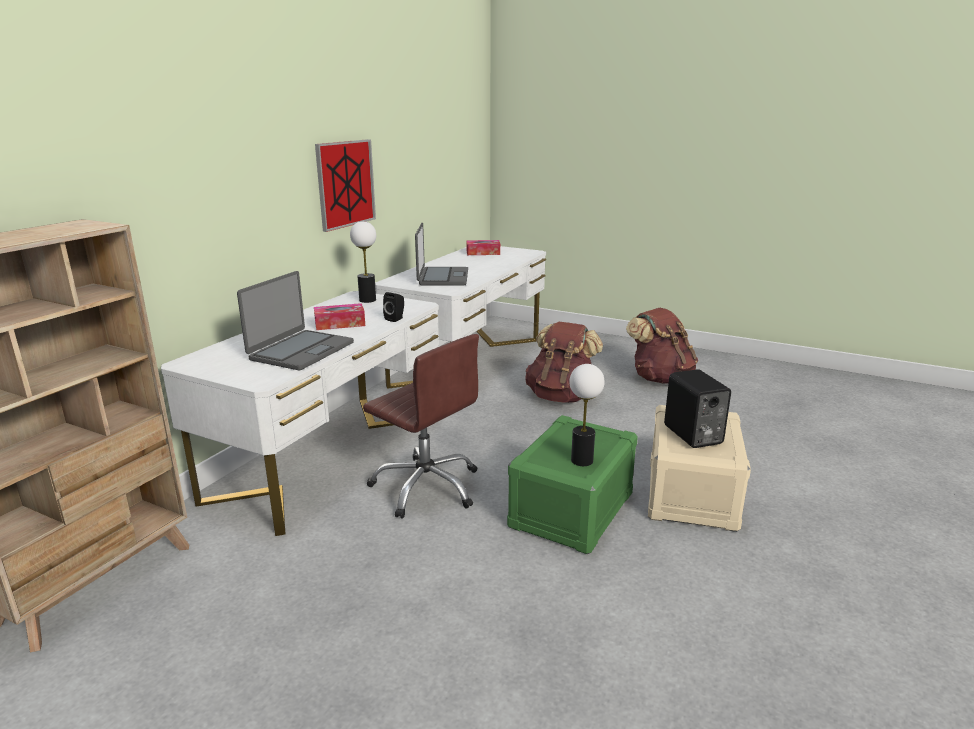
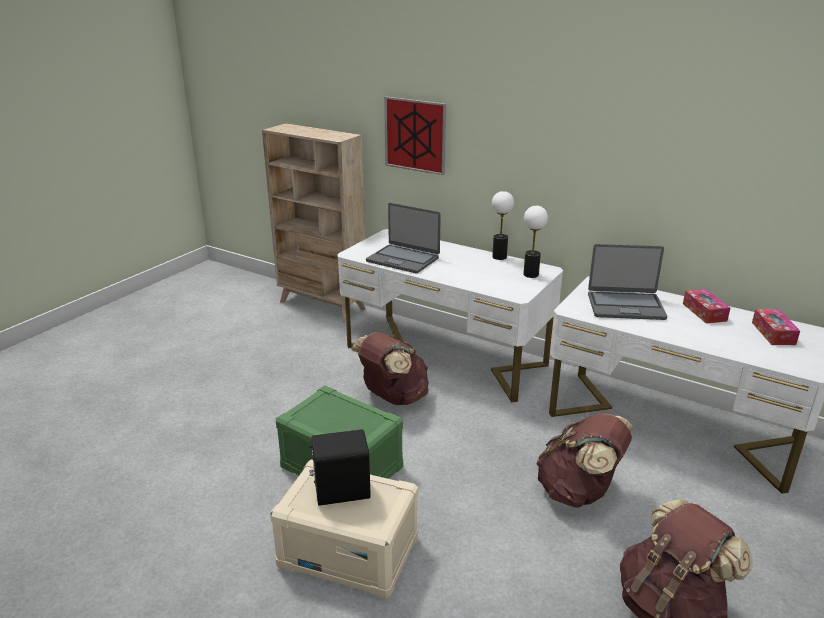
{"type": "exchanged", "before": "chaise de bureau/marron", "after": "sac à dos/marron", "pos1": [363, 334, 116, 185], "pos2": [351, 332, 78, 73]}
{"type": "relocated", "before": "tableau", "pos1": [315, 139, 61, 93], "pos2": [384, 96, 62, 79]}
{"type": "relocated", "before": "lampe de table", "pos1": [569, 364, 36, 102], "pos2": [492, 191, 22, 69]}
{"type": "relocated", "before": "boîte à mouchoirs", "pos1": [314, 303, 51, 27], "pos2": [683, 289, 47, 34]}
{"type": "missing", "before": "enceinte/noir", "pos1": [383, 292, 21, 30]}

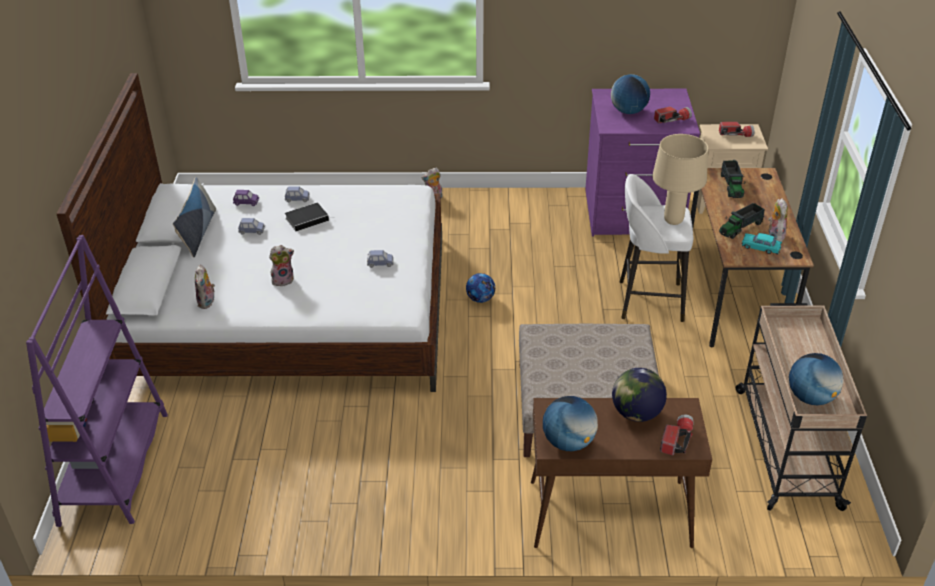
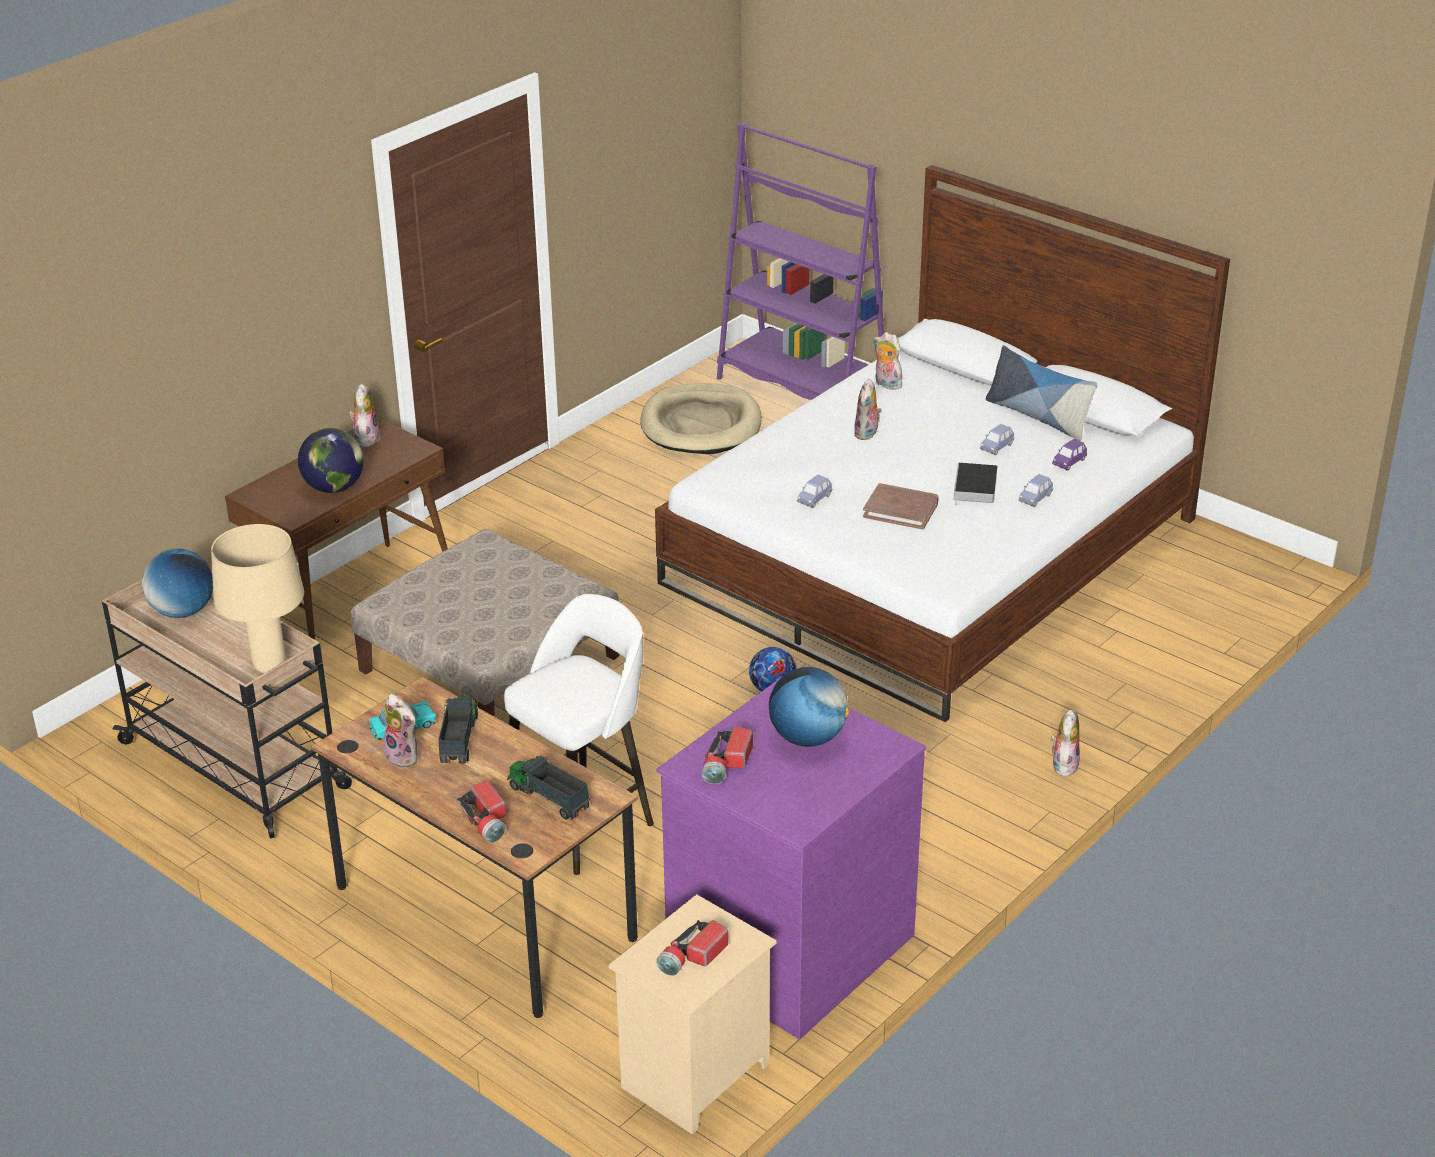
{"type": "relocated", "before": "lampe de table/beige", "pos1": [652, 134, 56, 91], "pos2": [211, 524, 93, 149]}
{"type": "exchanged", "before": "globe", "after": "peluche", "pos1": [543, 396, 55, 55], "pos2": [349, 383, 31, 64]}
{"type": "relocated", "before": "lampe de poche", "pos1": [660, 415, 34, 40], "pos2": [457, 781, 49, 62]}
{"type": "appeared", "after": "panier pour chien/beige", "pos2": [640, 383, 122, 71]}
{"type": "appeared", "after": "livre/marron", "pos2": [863, 483, 76, 46]}

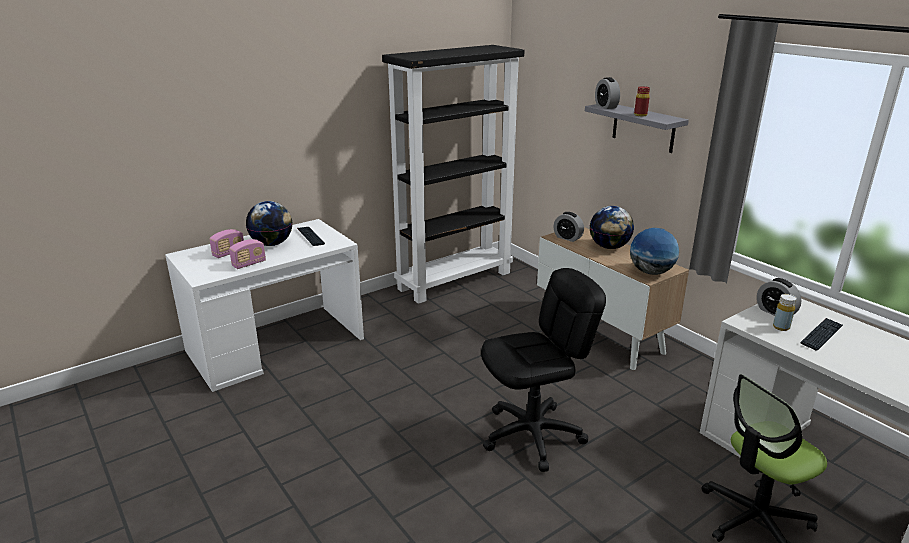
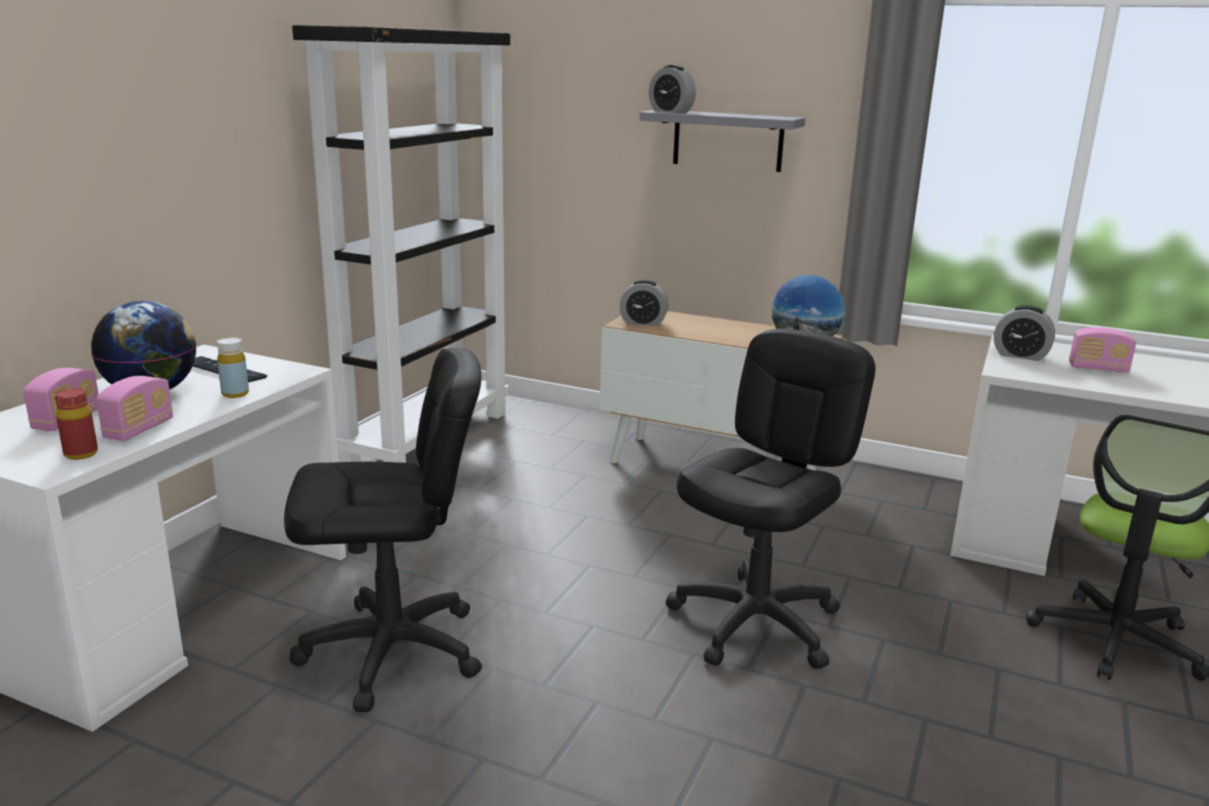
{"type": "relocated", "before": "bouteille/rouge", "pos1": [634, 86, 16, 30], "pos2": [54, 388, 44, 72]}
{"type": "relocated", "before": "bouteille/jaune", "pos1": [773, 294, 24, 37], "pos2": [217, 337, 32, 61]}
{"type": "appeared", "after": "chaise de bureau/noir", "pos2": [284, 348, 198, 364]}
{"type": "exchanged", "before": "clavier", "after": "radio", "pos1": [800, 318, 43, 33], "pos2": [1069, 327, 67, 46]}
{"type": "missing", "before": "globe", "pos1": [590, 206, 44, 43]}

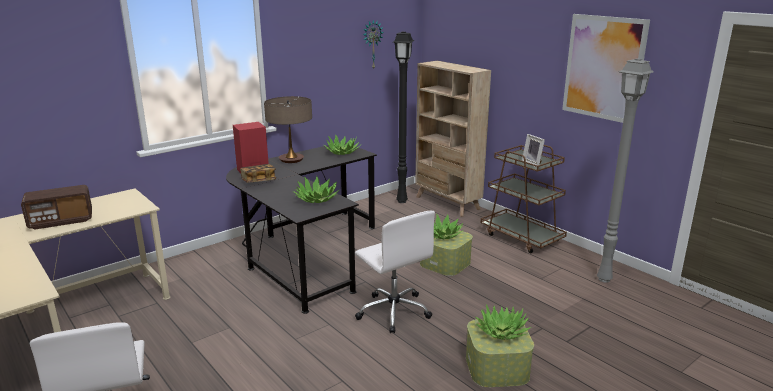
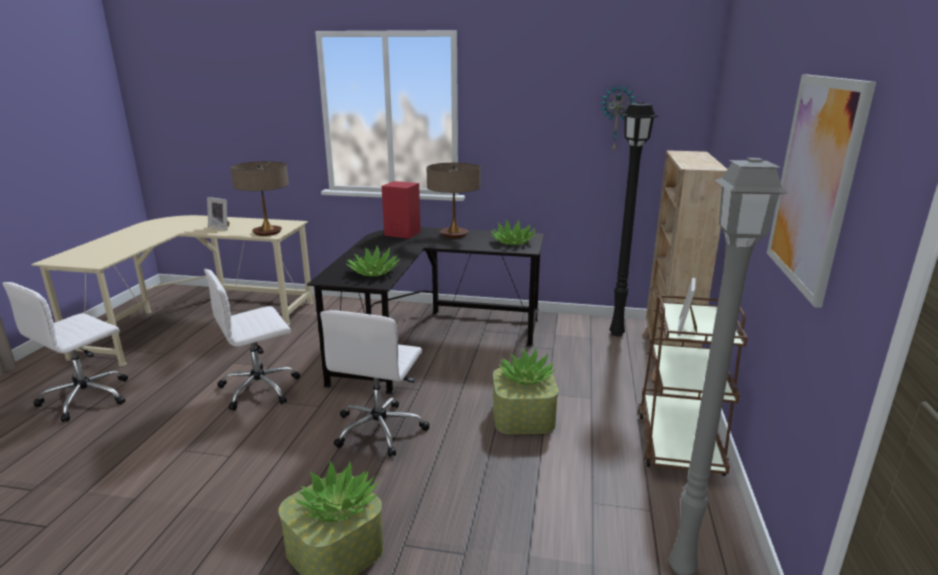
{"type": "appeared", "after": "chaise de bureau/blanc", "pos2": [204, 269, 96, 142]}
{"type": "exchanged", "before": "radio", "after": "cadre photo", "pos1": [21, 185, 71, 45], "pos2": [207, 197, 23, 33]}
{"type": "appeared", "after": "lampe de table", "pos2": [230, 161, 59, 75]}
{"type": "missing", "before": "livre", "pos1": [240, 164, 36, 19]}

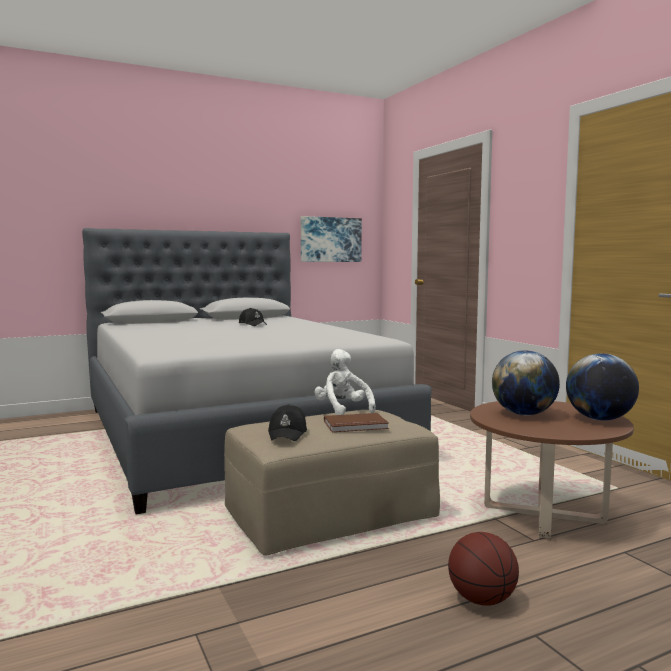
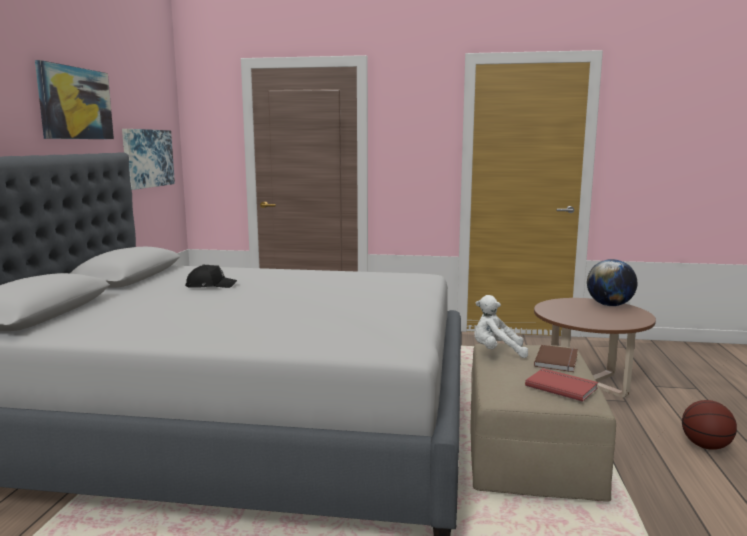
{"type": "appeared", "after": "tableau", "pos2": [35, 60, 79, 79]}
{"type": "exchanged", "before": "casquette/noir", "after": "livre/rouge", "pos1": [268, 404, 39, 37], "pos2": [525, 368, 73, 34]}
{"type": "missing", "before": "globe", "pos1": [492, 351, 68, 65]}

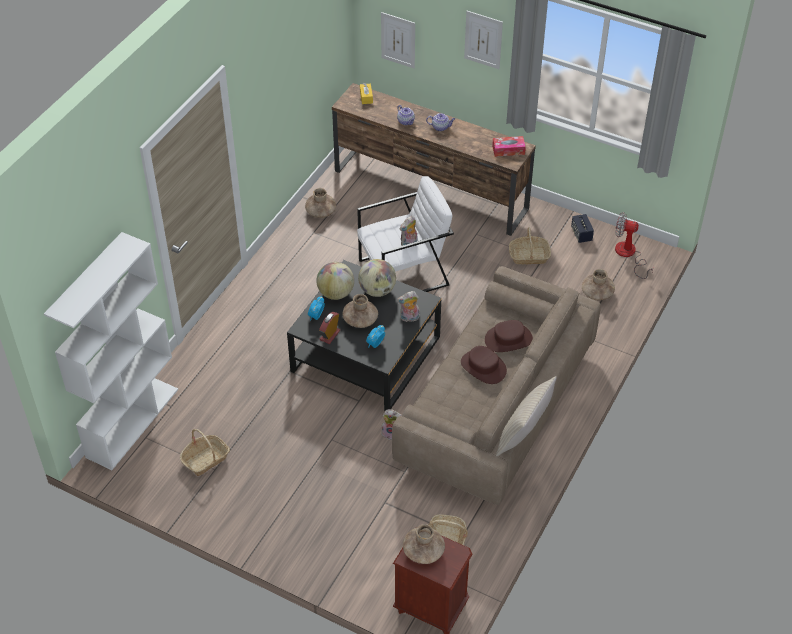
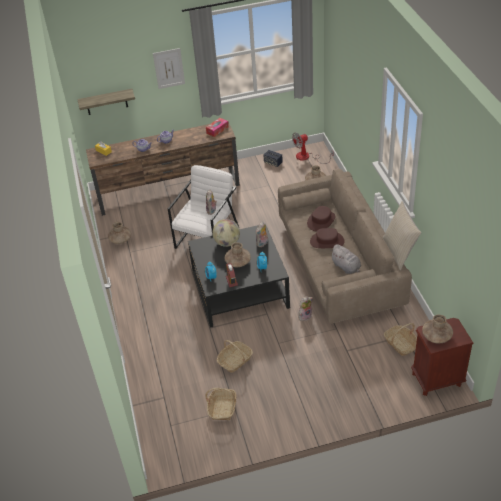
{"type": "exchanged", "before": "tableau", "after": "étagère", "pos1": [381, 12, 34, 56], "pos2": [77, 89, 58, 26]}
{"type": "relocated", "before": "panier", "pos1": [509, 227, 42, 37], "pos2": [217, 340, 36, 32]}
{"type": "appeared", "after": "peluche/gris", "pos2": [331, 244, 30, 30]}
{"type": "missing", "before": "bibliothèque/blanc", "pos1": [44, 232, 134, 238]}
{"type": "missing", "before": "globe", "pos1": [316, 262, 38, 38]}

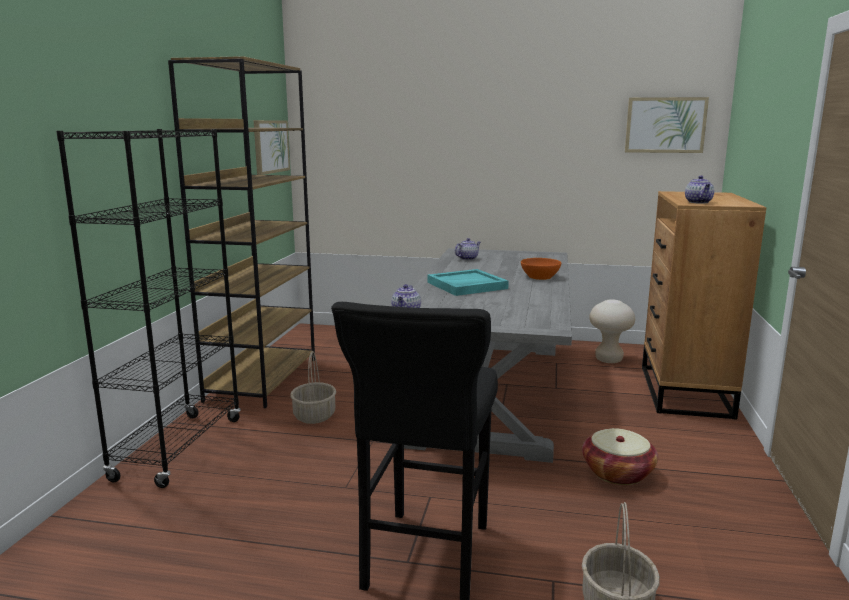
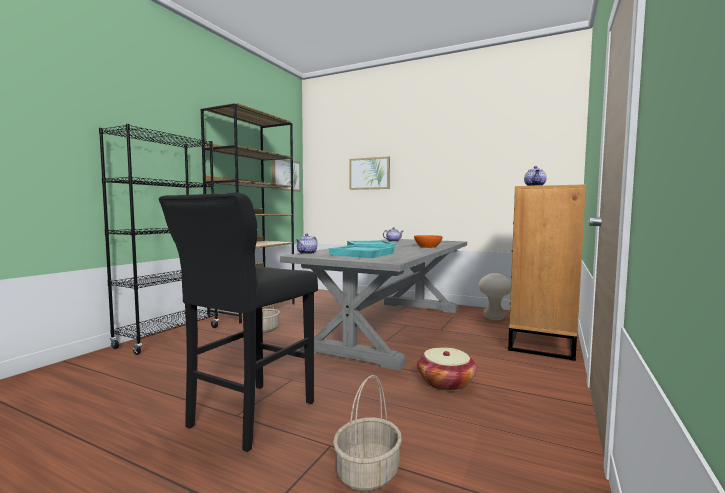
{"type": "appeared", "after": "plateau/turquoise", "pos2": [329, 245, 65, 13]}
{"type": "relocated", "before": "tableau", "pos1": [625, 97, 84, 56], "pos2": [350, 156, 40, 34]}

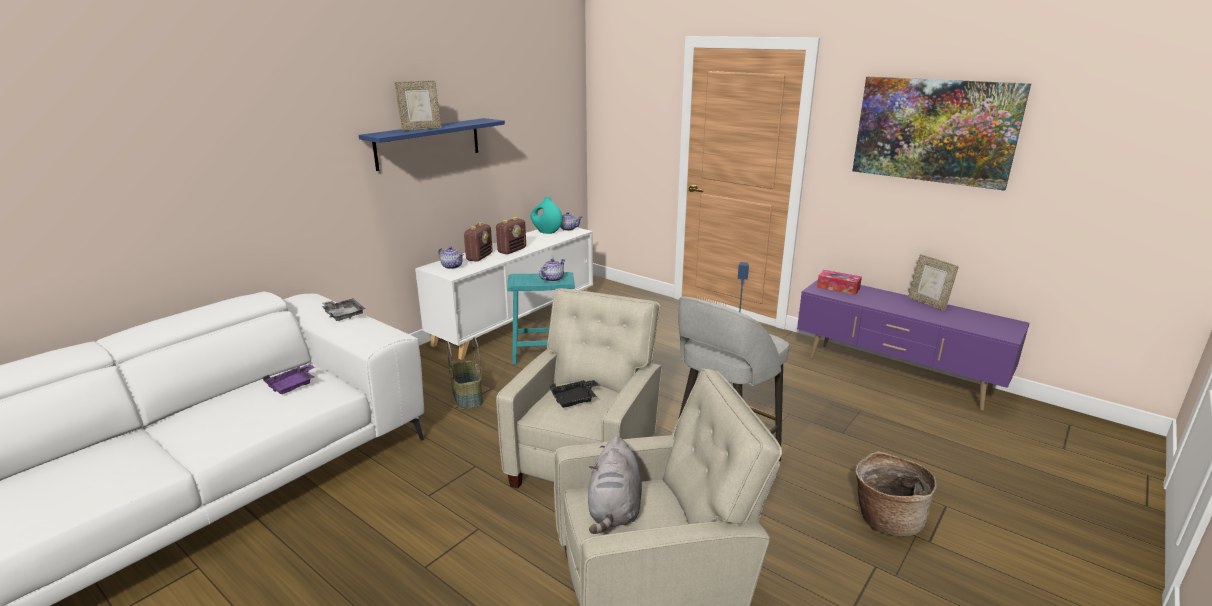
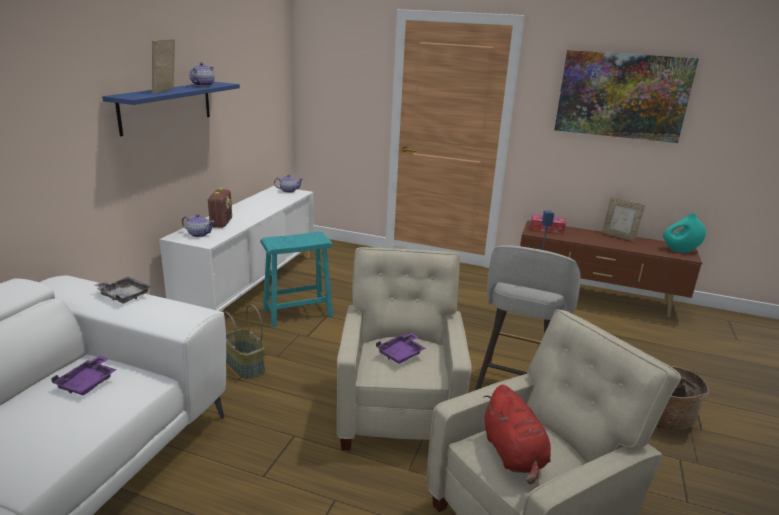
{"type": "spun", "before": "cadre photo", "pos1": [394, 80, 48, 51], "pos2": [152, 39, 23, 55], "turn": 150}
{"type": "relocated", "before": "théière", "pos1": [539, 259, 26, 23], "pos2": [189, 62, 25, 24]}
{"type": "colour", "before": "plateau/noir", "after": "plateau/violet", "pos1": [550, 380, 48, 28], "pos2": [376, 333, 50, 31]}
{"type": "colour", "before": "peluche/gris", "after": "peluche/rouge", "pos1": [588, 436, 54, 98], "pos2": [483, 384, 68, 100]}
{"type": "colour", "before": "meuble télé/violet", "after": "meuble télé/marron", "pos1": [797, 280, 233, 131], "pos2": [520, 220, 182, 98]}
{"type": "relocated", "before": "vase/turquoise", "pos1": [531, 197, 31, 37], "pos2": [663, 213, 43, 40]}
{"type": "missing", "before": "radio", "pos1": [496, 217, 30, 37]}

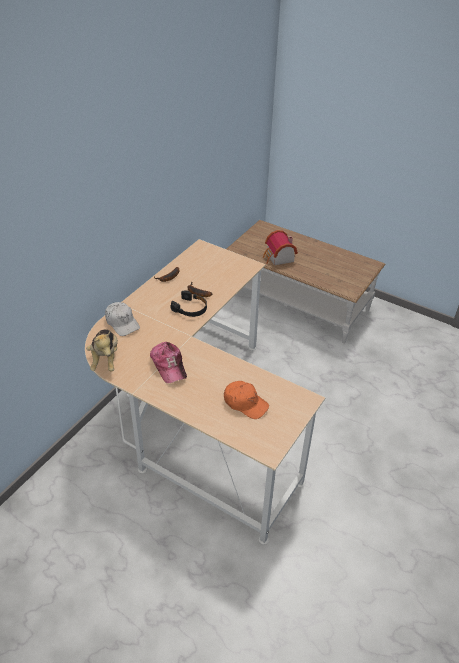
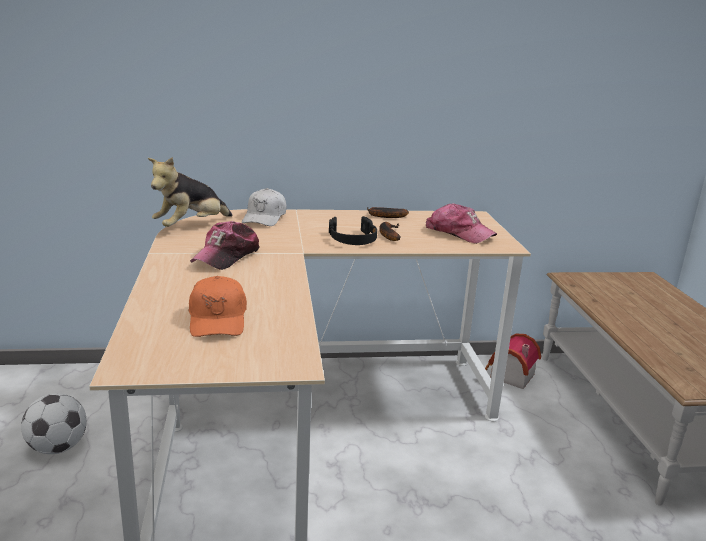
{"type": "appeared", "after": "ballon de foot", "pos2": [21, 393, 66, 61]}
{"type": "appeared", "after": "casquette", "pos2": [426, 203, 71, 41]}
{"type": "relocated", "before": "maison miniature", "pos1": [263, 230, 35, 35], "pos2": [485, 334, 56, 55]}

